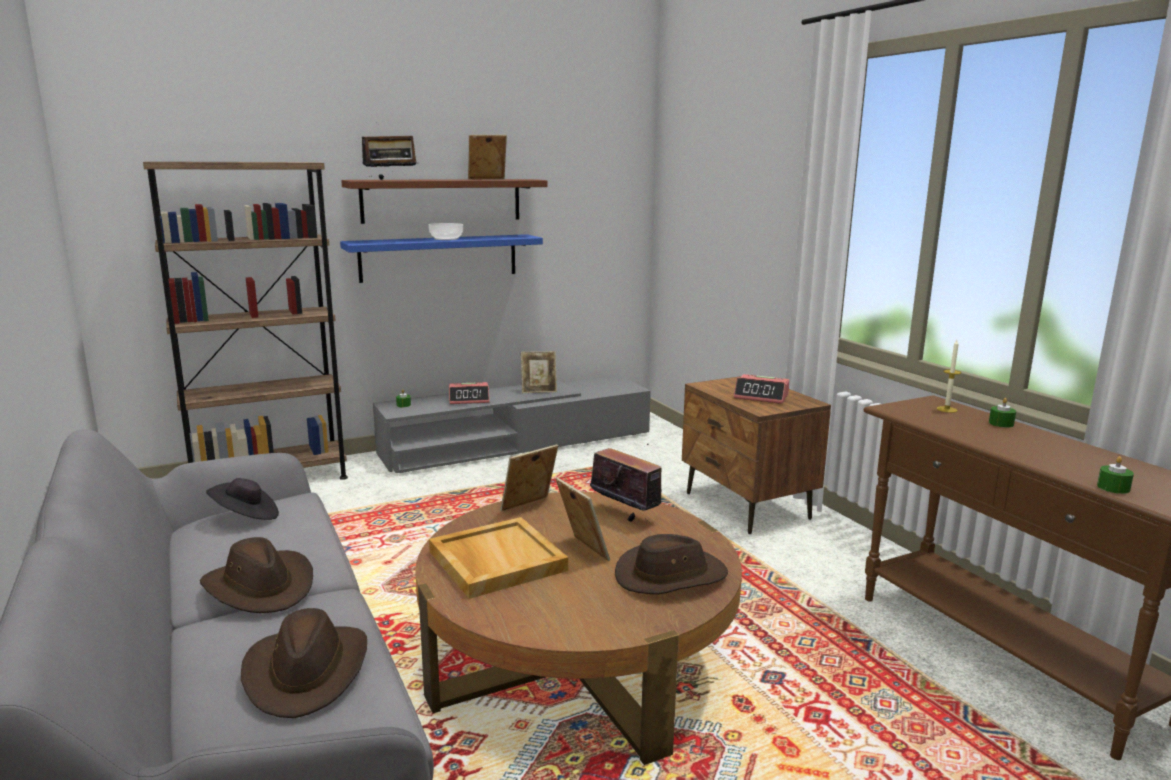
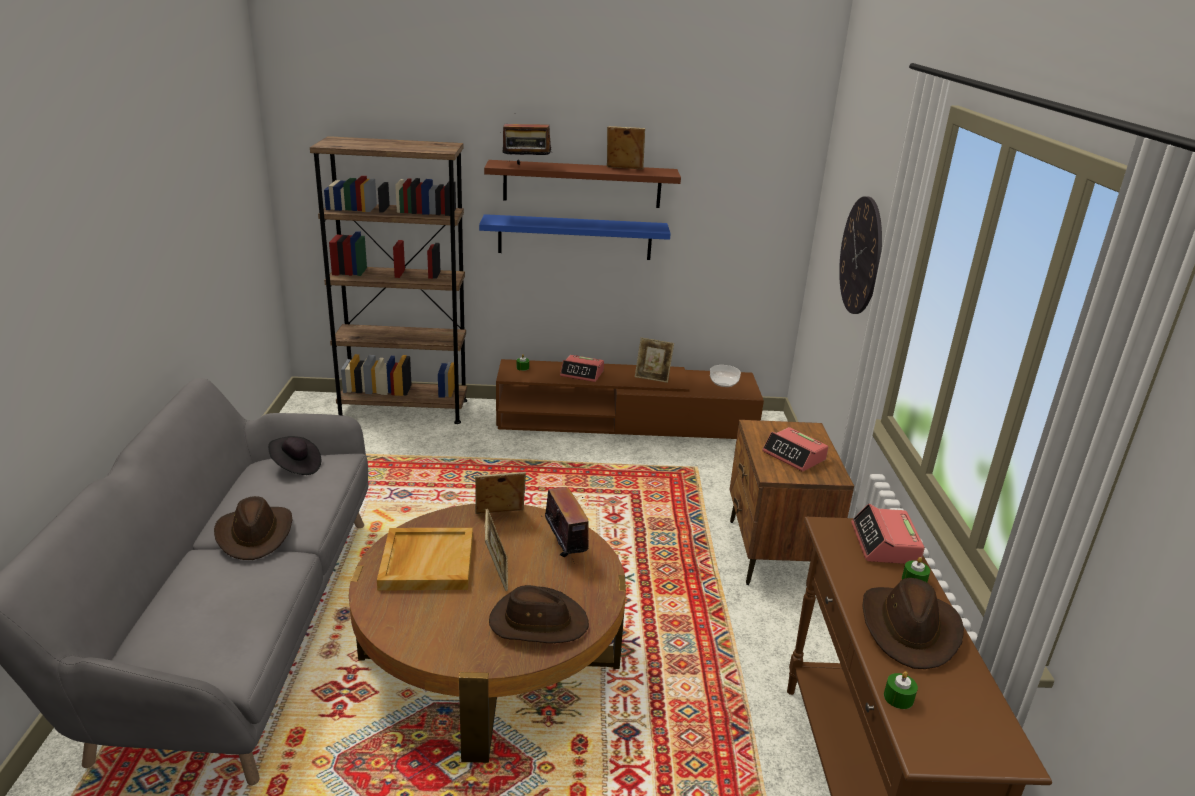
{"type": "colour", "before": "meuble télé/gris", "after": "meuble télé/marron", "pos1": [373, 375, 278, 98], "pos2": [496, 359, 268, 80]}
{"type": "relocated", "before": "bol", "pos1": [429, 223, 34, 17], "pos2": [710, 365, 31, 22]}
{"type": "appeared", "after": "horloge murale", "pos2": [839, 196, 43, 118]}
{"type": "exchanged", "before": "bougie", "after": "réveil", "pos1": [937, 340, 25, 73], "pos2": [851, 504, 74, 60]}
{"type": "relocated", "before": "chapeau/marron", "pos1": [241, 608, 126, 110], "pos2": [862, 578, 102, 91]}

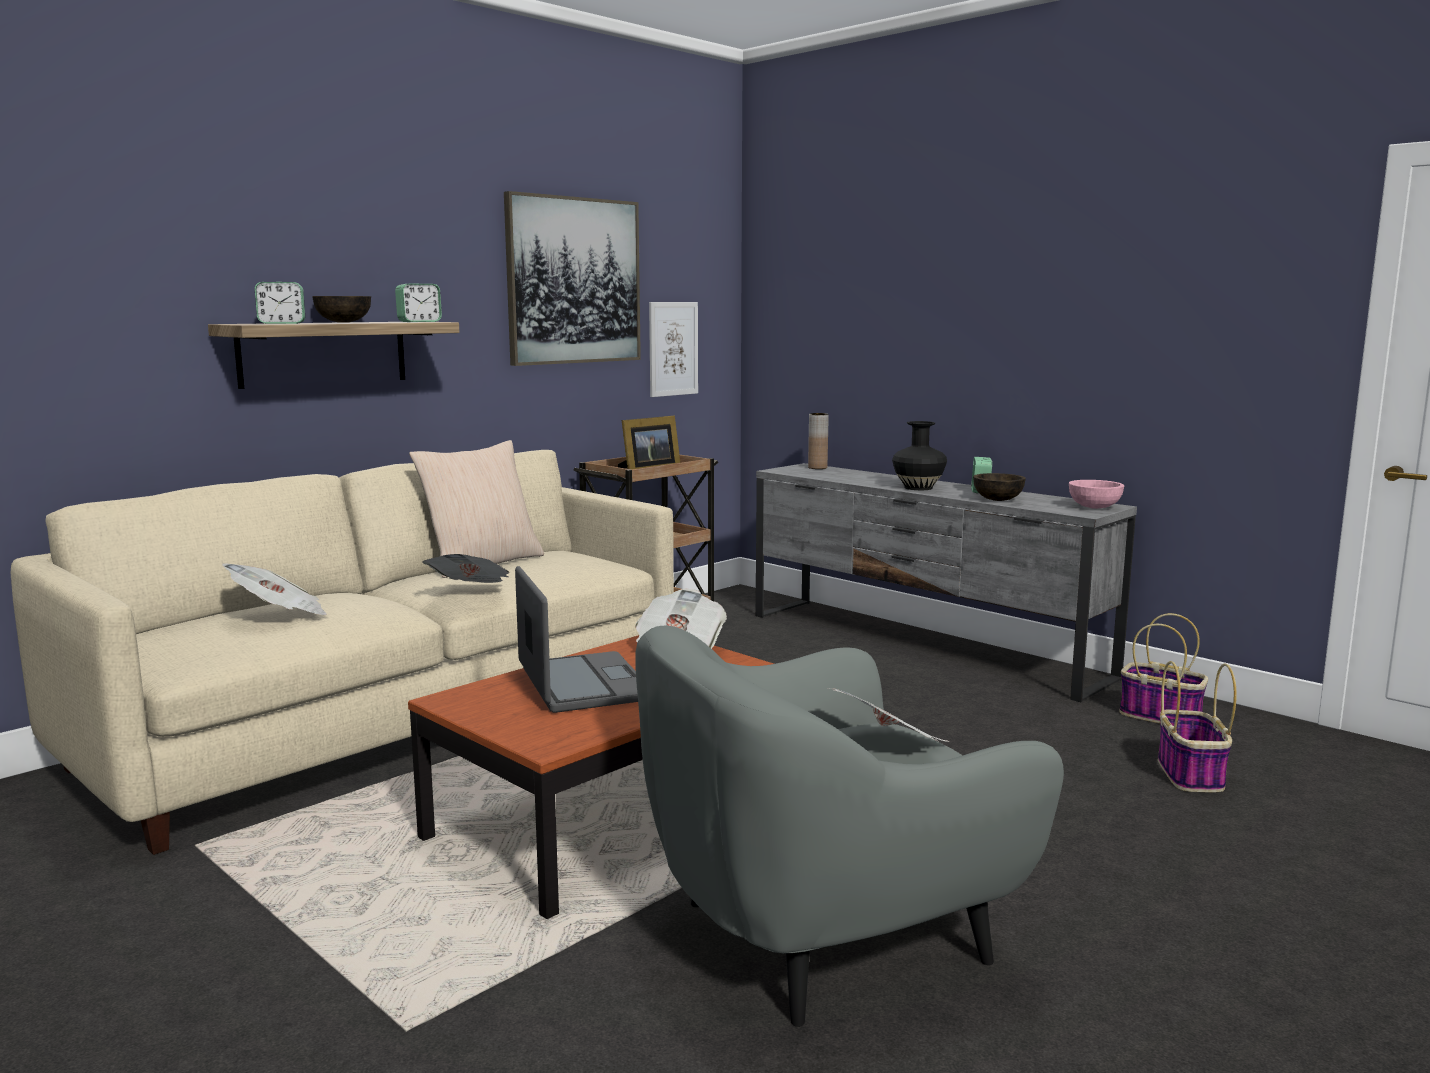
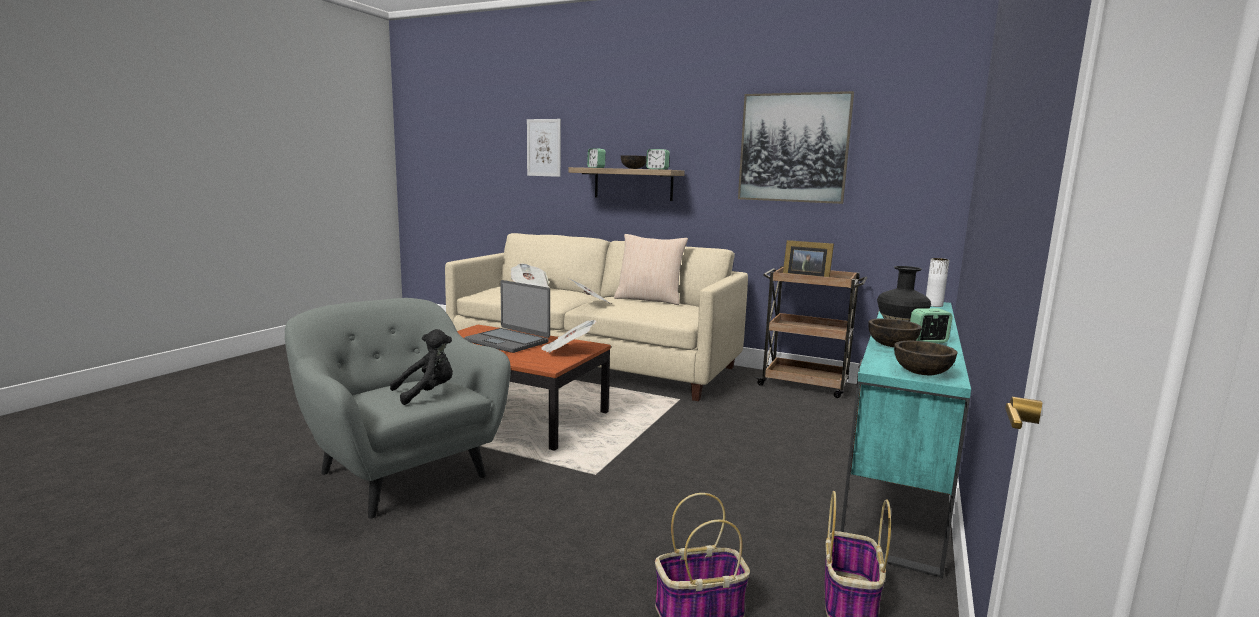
{"type": "exchanged", "before": "journal", "after": "peluche/noir", "pos1": [831, 688, 119, 54], "pos2": [390, 329, 63, 76]}
{"type": "spun", "before": "ordinateur portable", "pos1": [515, 566, 123, 147], "pos2": [465, 280, 85, 73], "turn": 75}
{"type": "relocated", "before": "tableau", "pos1": [649, 302, 49, 95], "pos2": [527, 119, 34, 58]}
{"type": "colour", "before": "meuble télé/gris", "after": "meuble télé/turquoise", "pos1": [756, 463, 381, 239], "pos2": [841, 302, 130, 277]}
{"type": "colour", "before": "bol/rose", "after": "bol/marron", "pos1": [1069, 480, 56, 29], "pos2": [894, 341, 63, 34]}
{"type": "colour", "before": "vase/marron", "after": "vase/blanc", "pos1": [808, 413, 21, 56], "pos2": [926, 258, 23, 49]}

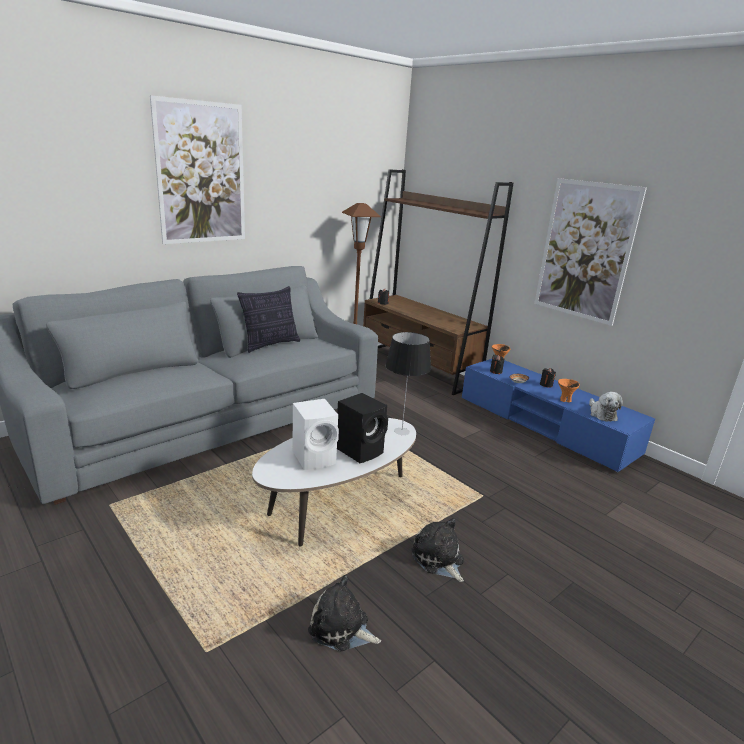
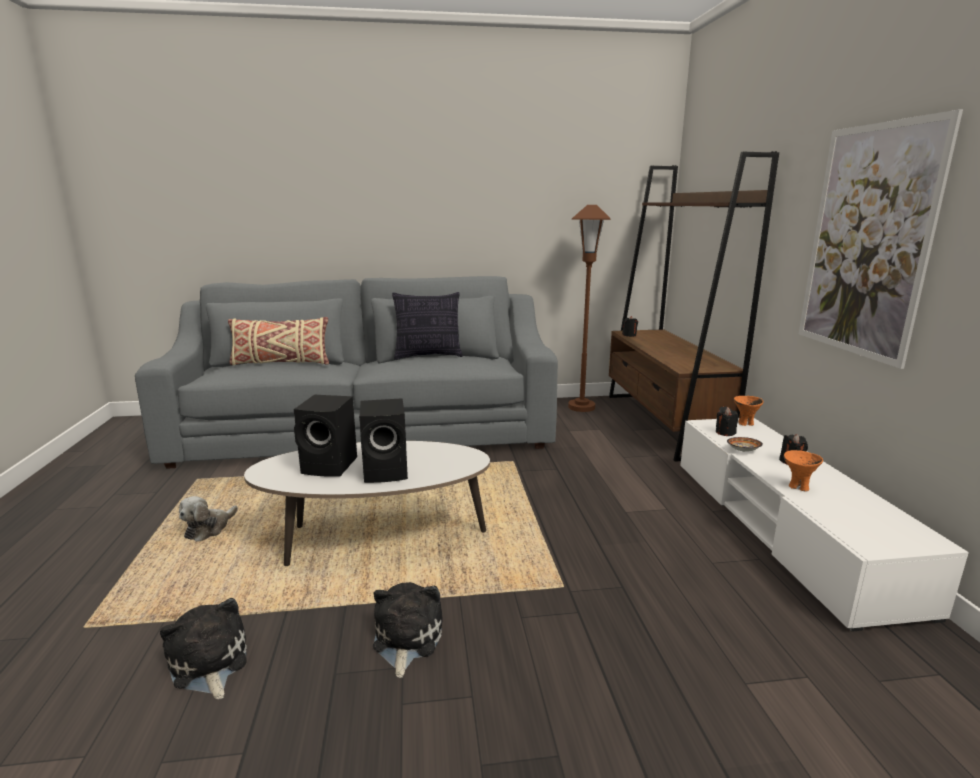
{"type": "relocated", "before": "peluche", "pos1": [589, 392, 34, 30], "pos2": [179, 496, 59, 45]}
{"type": "appeared", "after": "coussin/beige", "pos2": [228, 317, 101, 48]}
{"type": "colour", "before": "enceinte/blanc", "after": "enceinte/noir", "pos1": [292, 399, 47, 71], "pos2": [294, 395, 63, 82]}
{"type": "colour", "before": "meuble télé/bleu", "after": "meuble télé/blanc", "pos1": [462, 359, 193, 114], "pos2": [680, 418, 289, 214]}
{"type": "missing", "before": "tableau", "pos1": [150, 95, 95, 149]}
{"type": "missing", "before": "lampe de table", "pos1": [385, 332, 46, 103]}

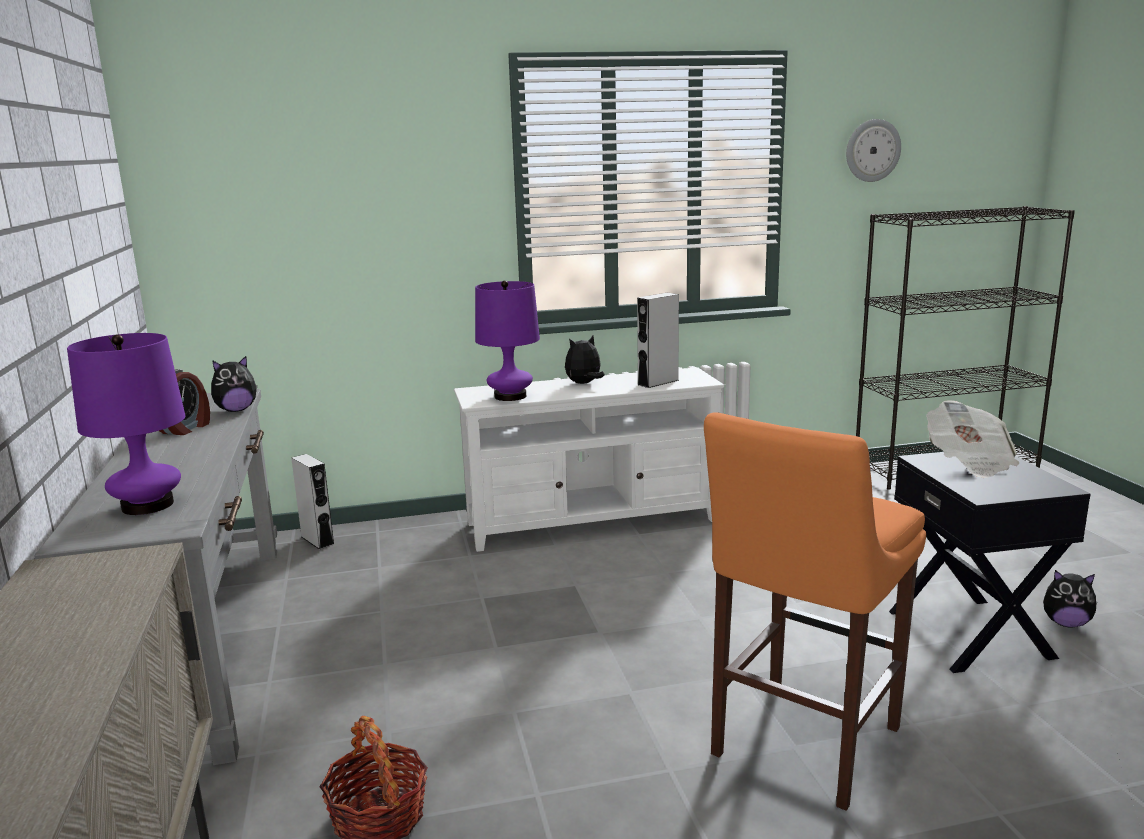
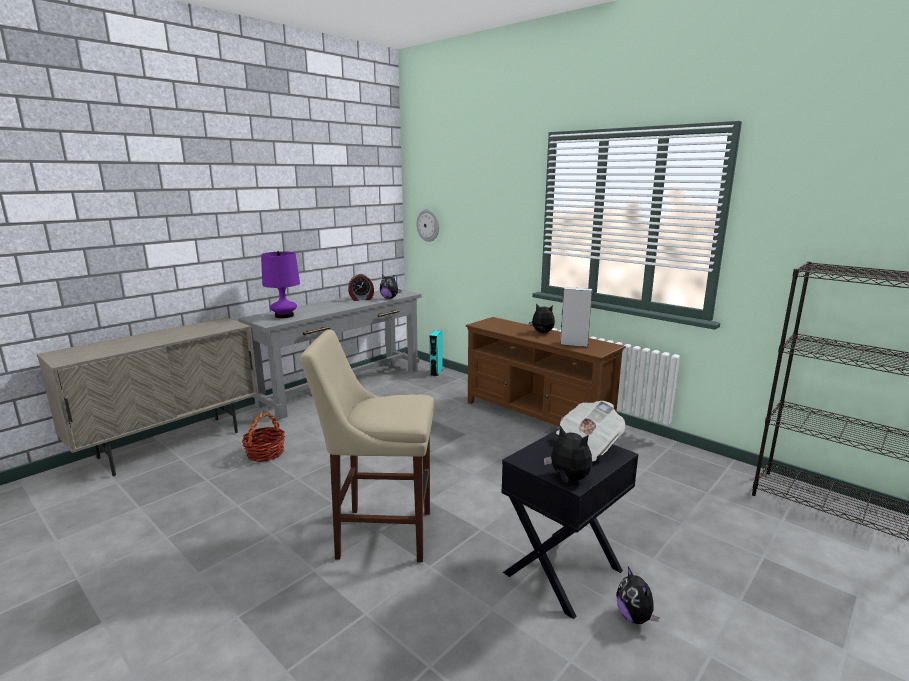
{"type": "colour", "before": "tabouret/orange", "after": "tabouret/beige", "pos1": [704, 412, 222, 399], "pos2": [300, 330, 134, 232]}
{"type": "relocated", "before": "horloge murale", "pos1": [846, 119, 55, 63], "pos2": [416, 209, 23, 33]}
{"type": "colour", "before": "enceinte/gris", "after": "enceinte/turquoise", "pos1": [291, 454, 44, 96], "pos2": [429, 330, 14, 46]}
{"type": "colour", "before": "meuble télé/blanc", "after": "meuble télé/marron", "pos1": [454, 367, 271, 185], "pos2": [466, 317, 160, 110]}
{"type": "appeared", "after": "peluche", "pos2": [544, 426, 48, 57]}
{"type": "missing", "before": "lampe de table/violet", "pos1": [475, 281, 65, 120]}

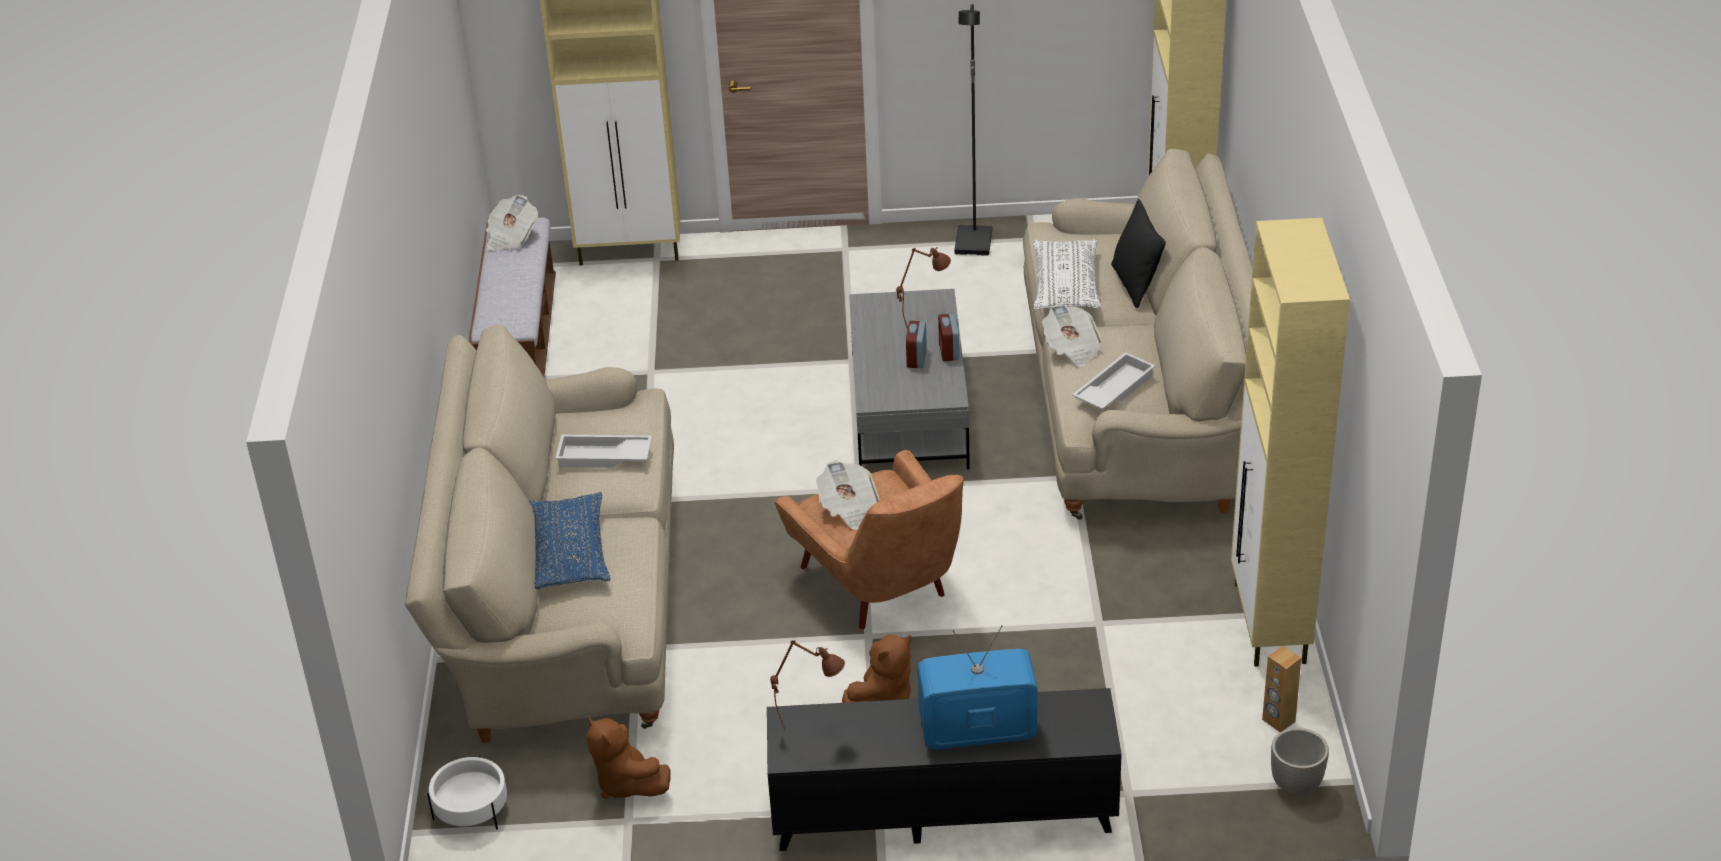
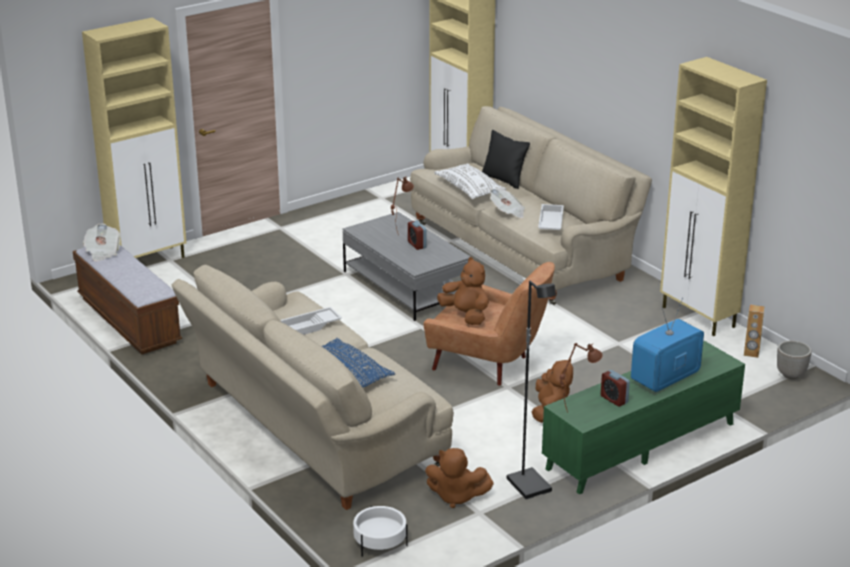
{"type": "exchanged", "before": "journal", "after": "peluche/marron", "pos1": [816, 460, 64, 70], "pos2": [437, 257, 52, 68]}
{"type": "relocated", "before": "lampadaire/noir", "pos1": [954, 4, 38, 252], "pos2": [507, 281, 49, 218]}
{"type": "colour", "before": "meuble télé/noir", "after": "meuble télé/vert", "pos1": [767, 688, 355, 163], "pos2": [542, 341, 203, 153]}
{"type": "relocated", "before": "réveil", "pos1": [938, 314, 21, 47], "pos2": [601, 370, 29, 37]}

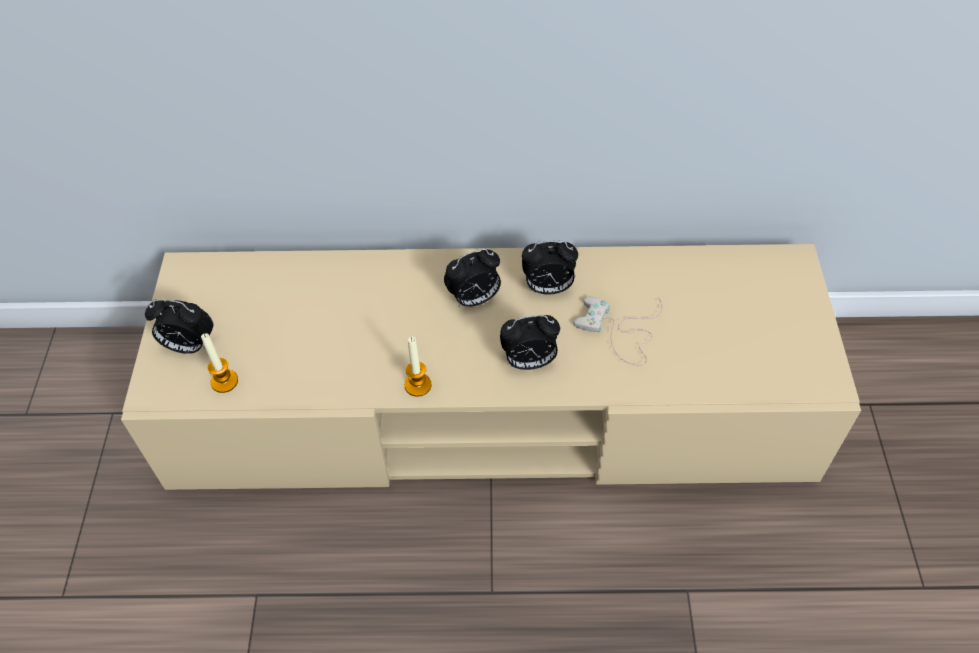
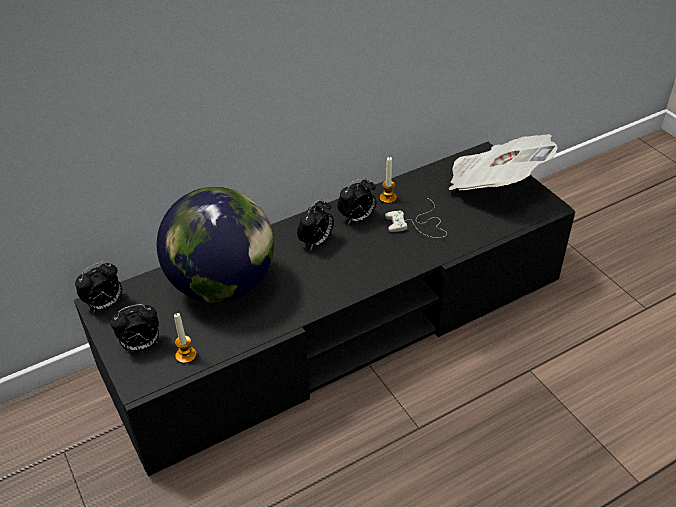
{"type": "colour", "before": "meuble télé/beige", "after": "meuble télé/noir", "pos1": [121, 244, 740, 246], "pos2": [74, 142, 502, 335]}
{"type": "relocated", "before": "réveil", "pos1": [500, 315, 60, 55], "pos2": [75, 262, 47, 51]}
{"type": "appeared", "after": "globe", "pos2": [157, 187, 117, 116]}
{"type": "relocated", "before": "bougie", "pos1": [404, 336, 28, 61], "pos2": [380, 157, 17, 47]}
{"type": "appeared", "after": "journal", "pos2": [449, 134, 109, 56]}

